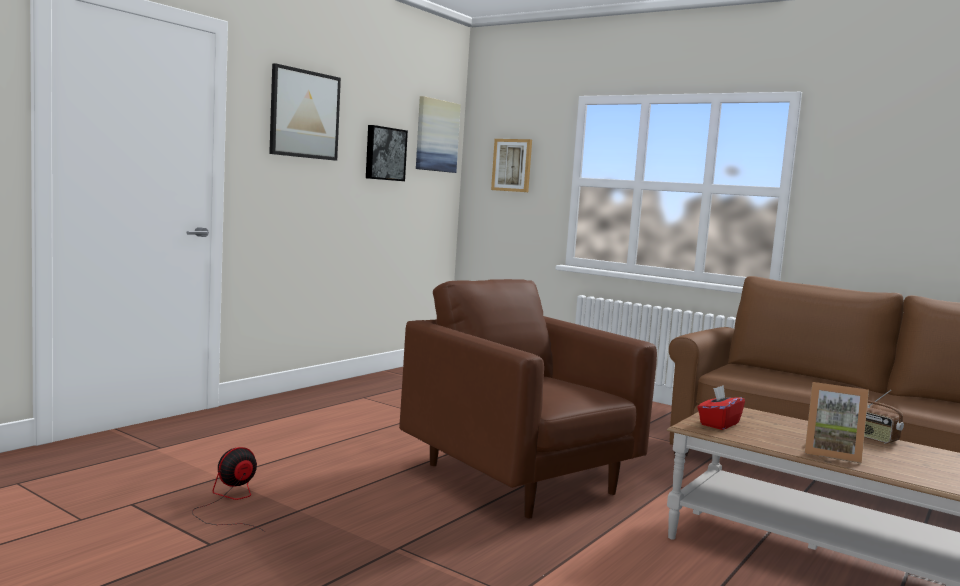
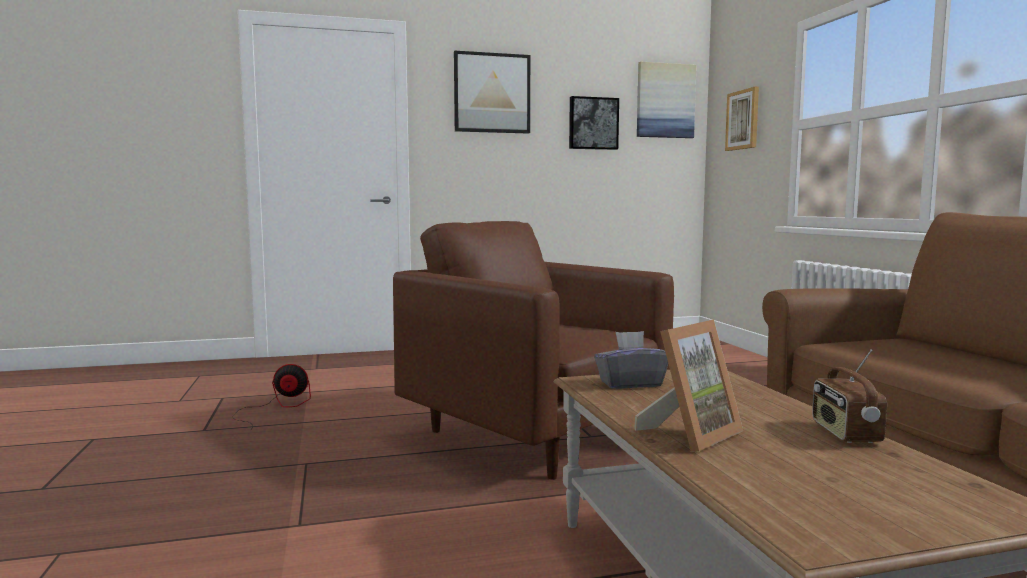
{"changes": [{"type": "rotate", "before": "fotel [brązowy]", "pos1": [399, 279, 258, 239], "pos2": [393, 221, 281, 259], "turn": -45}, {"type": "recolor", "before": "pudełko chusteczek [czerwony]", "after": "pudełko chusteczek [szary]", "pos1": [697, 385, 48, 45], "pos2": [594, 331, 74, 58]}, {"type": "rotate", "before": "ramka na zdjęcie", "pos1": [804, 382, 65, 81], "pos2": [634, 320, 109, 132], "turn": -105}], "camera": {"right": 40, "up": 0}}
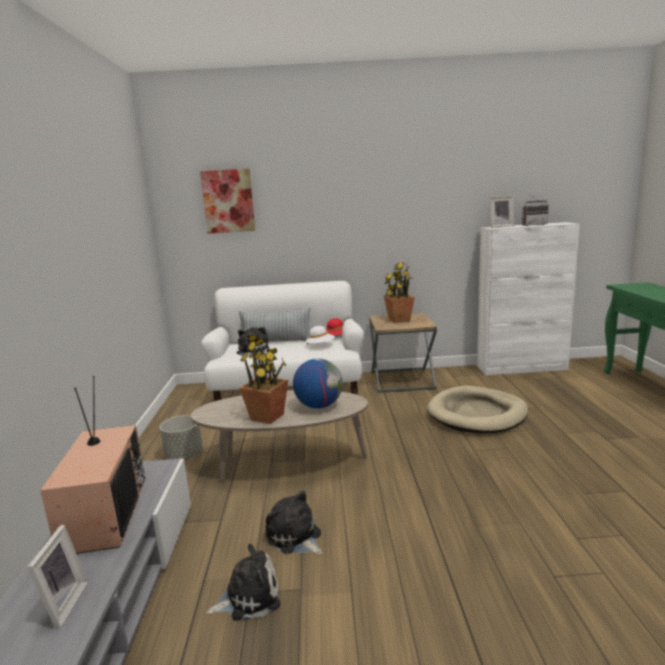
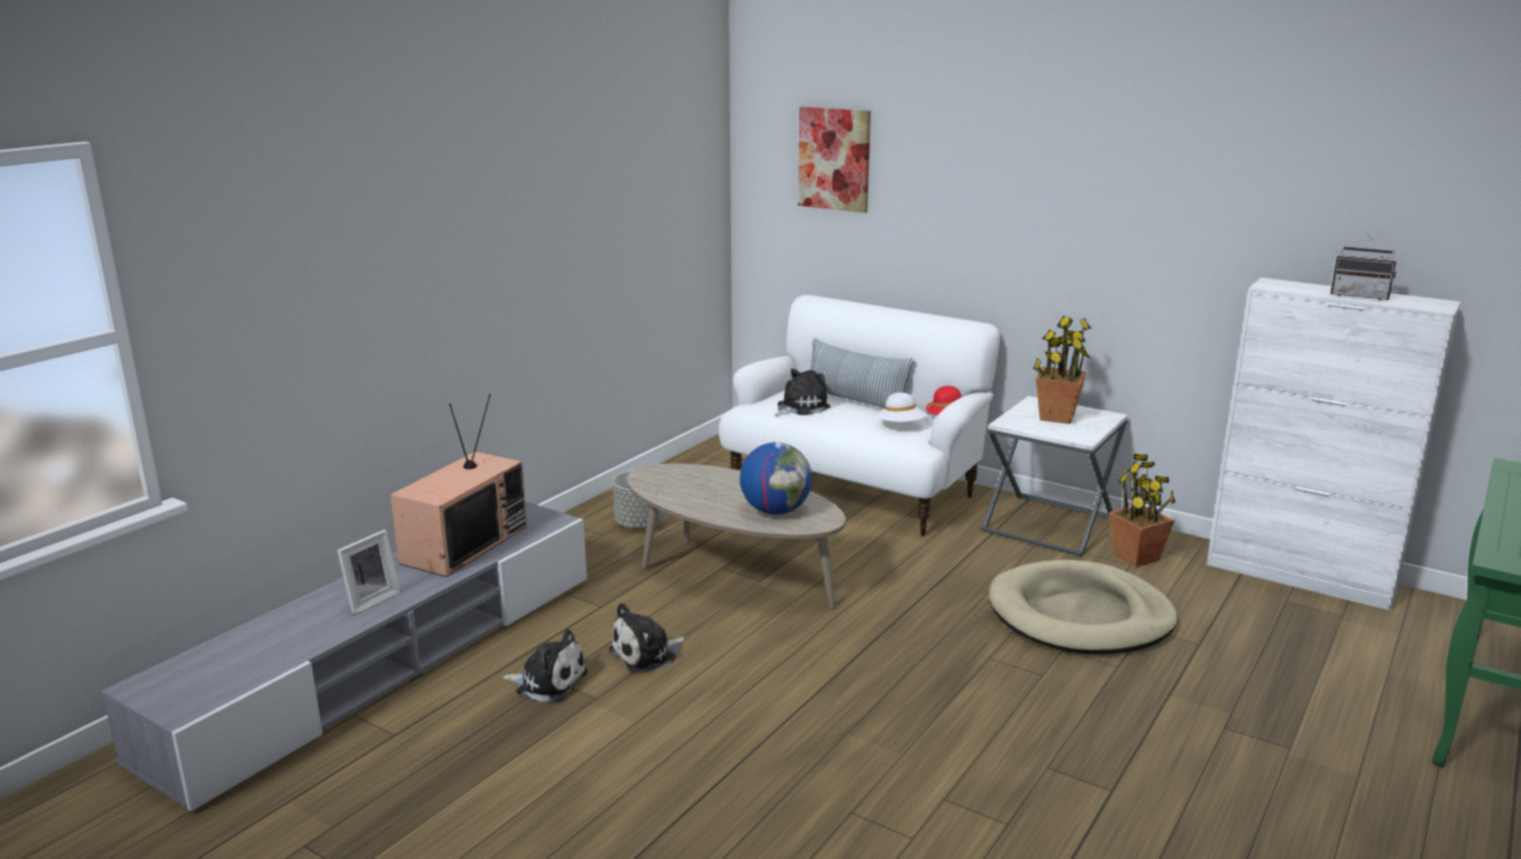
{"changes": [{"type": "rotate", "before": "pluszak", "pos1": [265, 490, 57, 64], "pos2": [609, 602, 76, 70], "turn": -120}, {"type": "recolor", "before": "stolik [brązowy]", "after": "stolik [biały]", "pos1": [369, 312, 68, 81], "pos2": [981, 396, 147, 161]}, {"type": "move", "before": "roślina doniczkowa", "pos1": [239, 335, 49, 89], "pos2": [1109, 454, 67, 113]}, {"type": "delete", "before": "ramka na zdjęcie", "pos1": [490, 196, 24, 32]}], "camera": {"right": 35, "up": 5}}
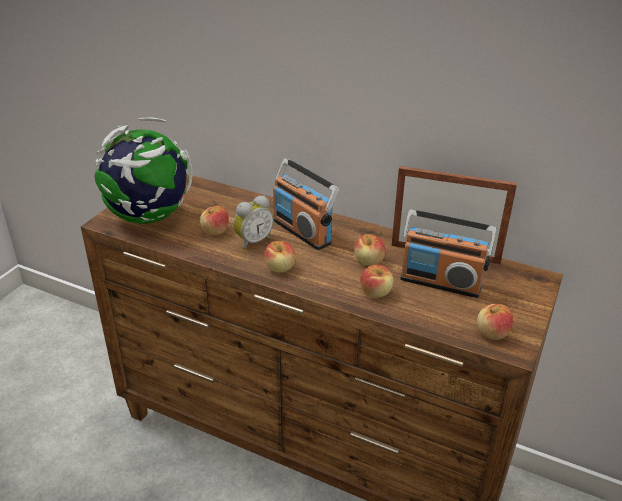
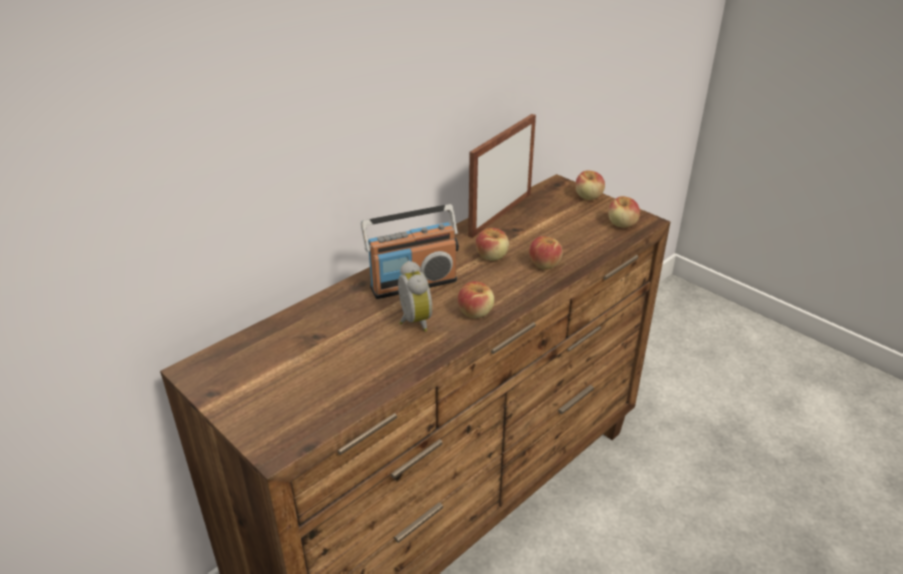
{"changes": [{"type": "move", "before": "jabłko", "pos1": [200, 206, 29, 30], "pos2": [575, 170, 30, 30]}, {"type": "delete", "before": "globus", "pos1": [94, 117, 99, 107]}, {"type": "delete", "before": "radio", "pos1": [400, 209, 97, 89]}], "camera": {"right": -70, "up": 0}}
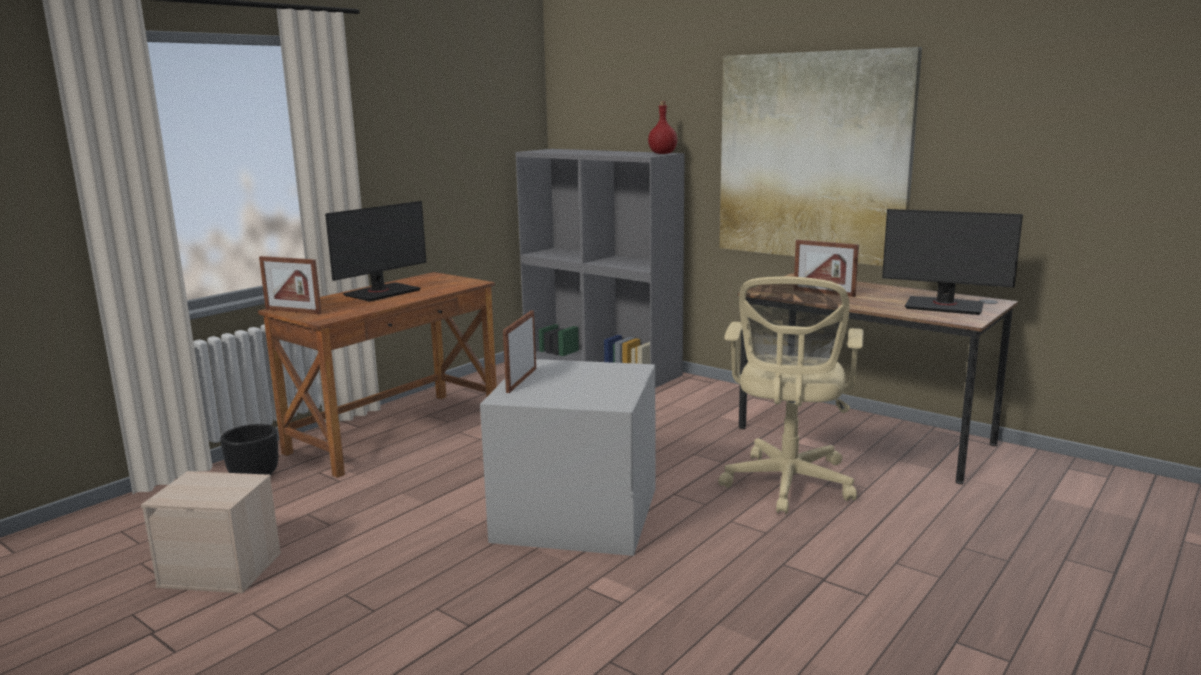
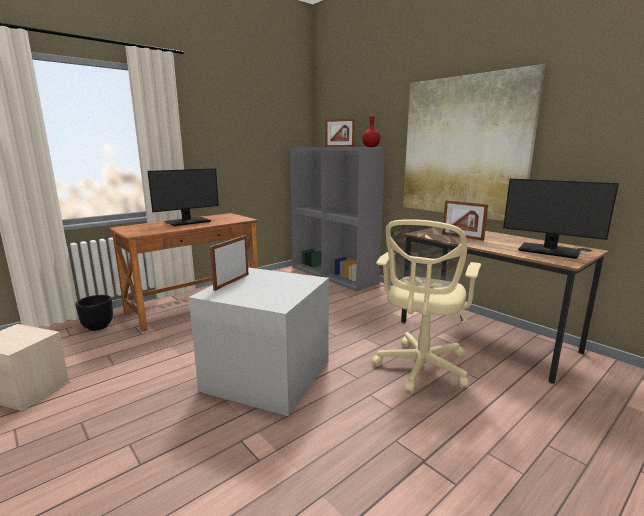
{"changes": [{"type": "move", "before": "ramka na zdjęcie", "pos1": [259, 256, 63, 58], "pos2": [325, 119, 30, 28]}], "camera": {"right": 10, "up": 0}}
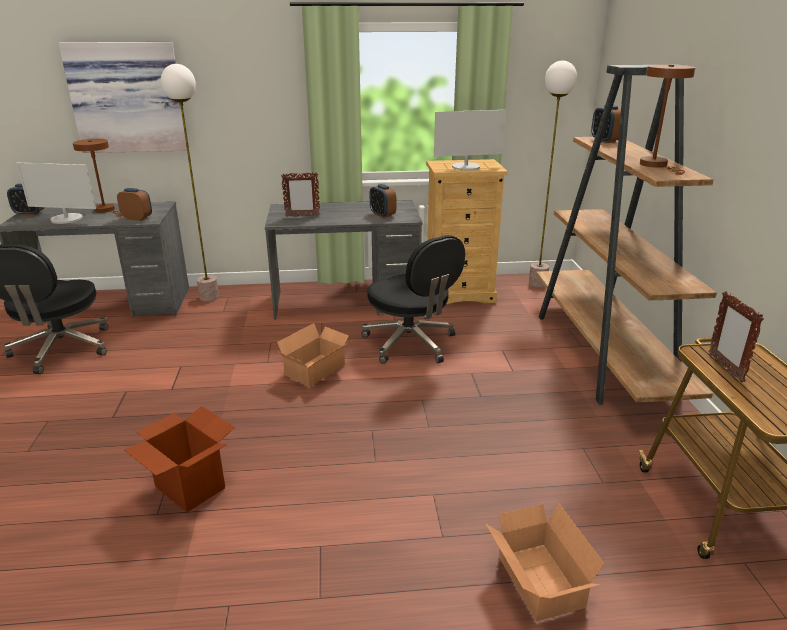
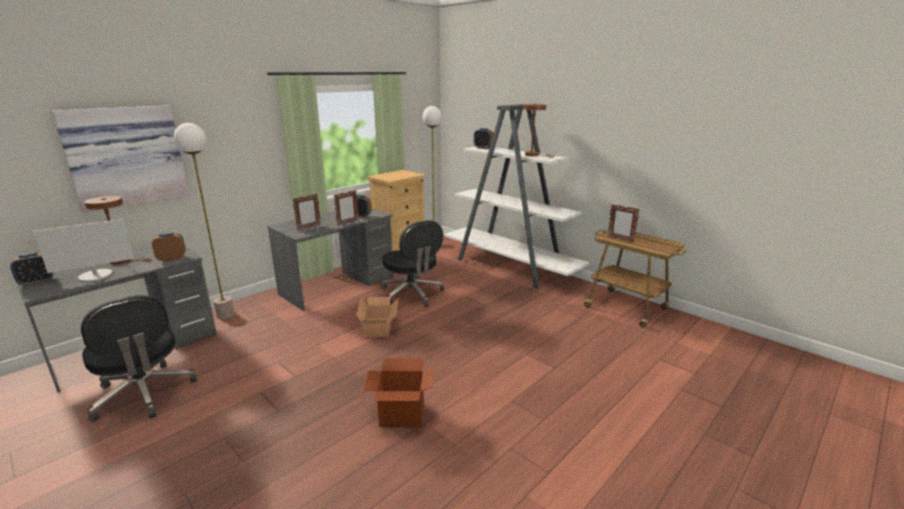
{"changes": [{"type": "insert", "after": "ramka na zdjęcie", "pos2": [334, 190, 25, 36]}, {"type": "rotate", "before": "krzesło biurowe [czarny]", "pos1": [361, 235, 104, 129], "pos2": [381, 220, 63, 87], "turn": 45}, {"type": "recolor", "before": "regał [brązowy]", "after": "regał [biały]", "pos1": [536, 65, 181, 340], "pos2": [444, 104, 145, 185]}, {"type": "delete", "before": "monitor", "pos1": [434, 110, 71, 61]}, {"type": "delete", "before": "karton", "pos1": [486, 504, 118, 118]}], "camera": {"right": -40, "up": -5}}
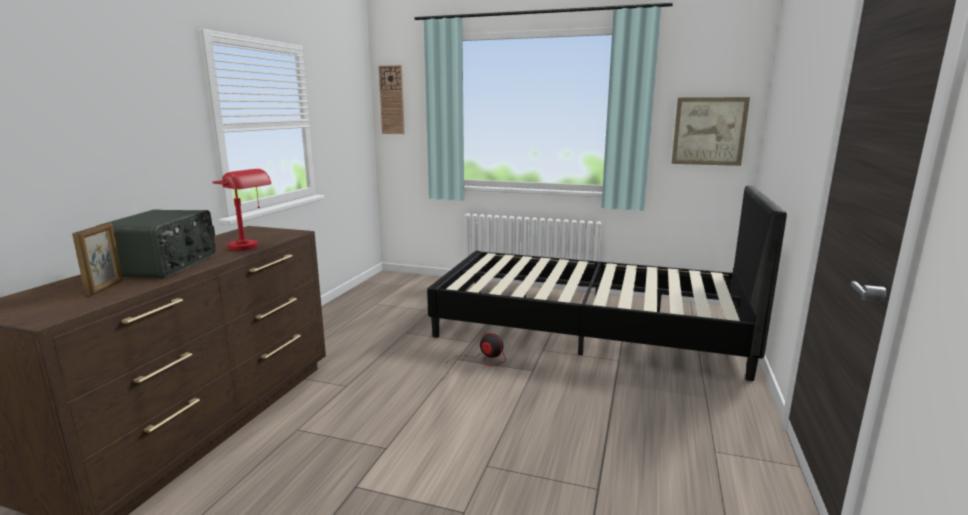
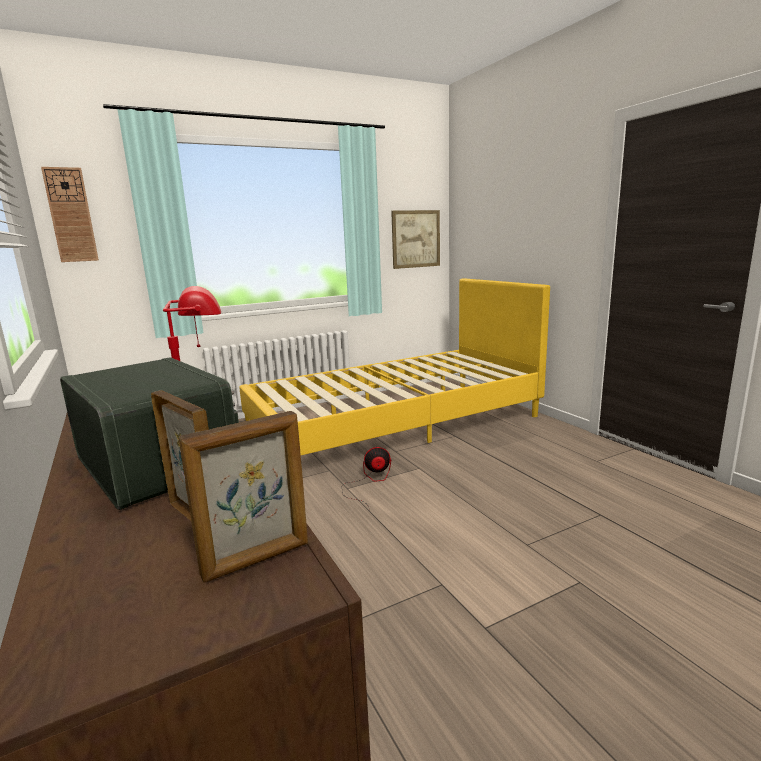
{"changes": [{"type": "insert", "after": "ramka na zdjęcie", "pos2": [179, 411, 129, 172]}, {"type": "recolor", "before": "łóżko [czarny]", "after": "łóżko [żółty]", "pos1": [427, 186, 360, 195], "pos2": [239, 278, 311, 177]}], "camera": {"right": -45, "up": 0}}
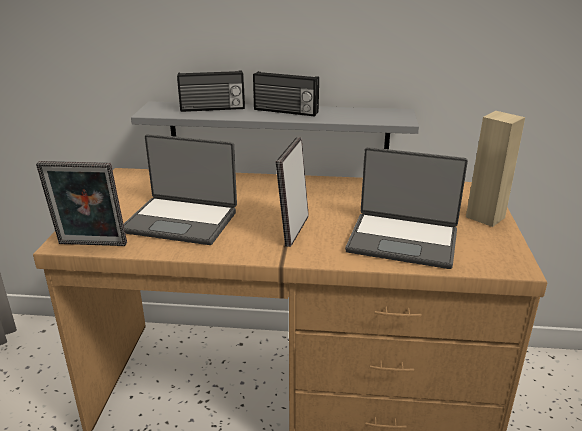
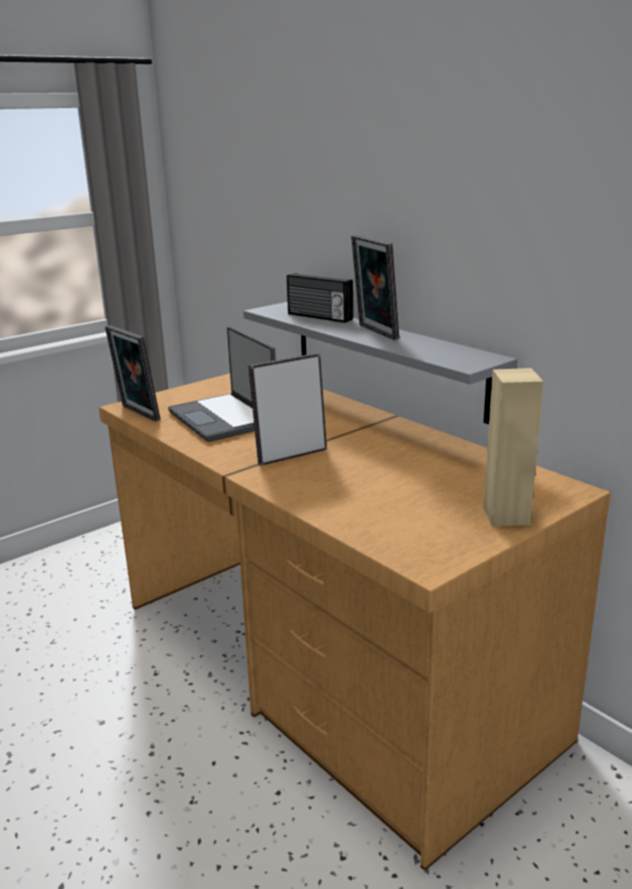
{"changes": [{"type": "replace", "before": "radio", "after": "ramka na zdjęcie", "pos1": [253, 71, 66, 45], "pos2": [351, 235, 48, 105]}, {"type": "delete", "before": "laptop", "pos1": [345, 147, 123, 122]}], "camera": {"right": 45, "up": -5}}
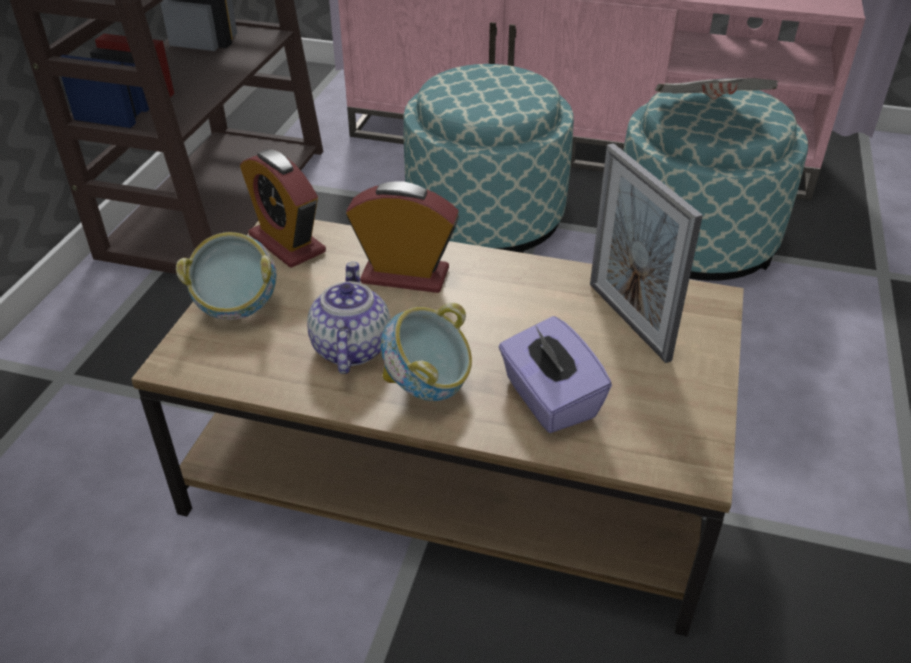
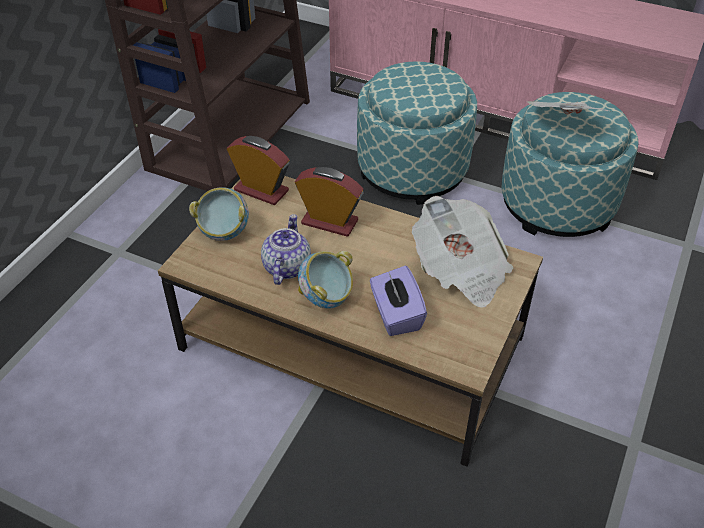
{"changes": [{"type": "rotate", "before": "budzik", "pos1": [240, 149, 86, 119], "pos2": [227, 136, 63, 69], "turn": 150}, {"type": "replace", "before": "ramka na zdjęcie", "after": "gazeta", "pos1": [590, 143, 113, 220], "pos2": [412, 196, 101, 111]}], "camera": {"right": 10, "up": 5}}
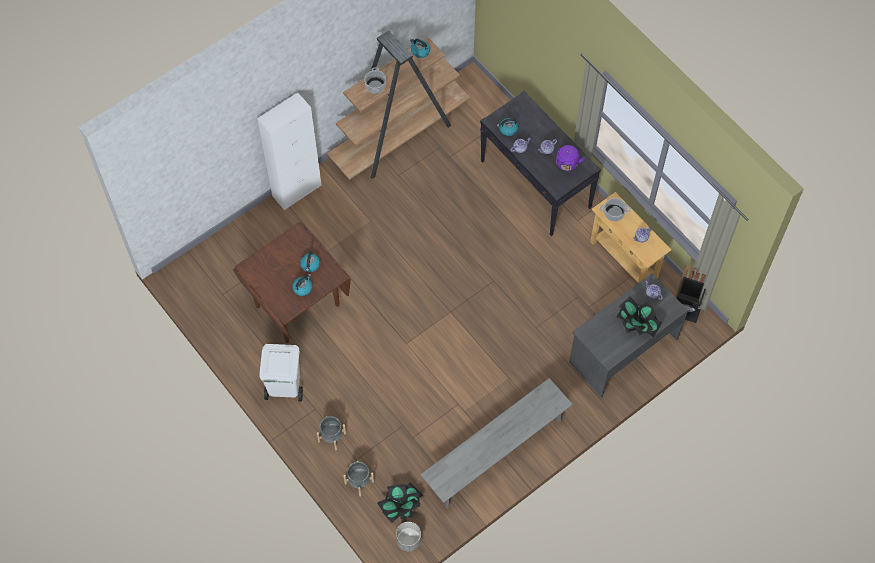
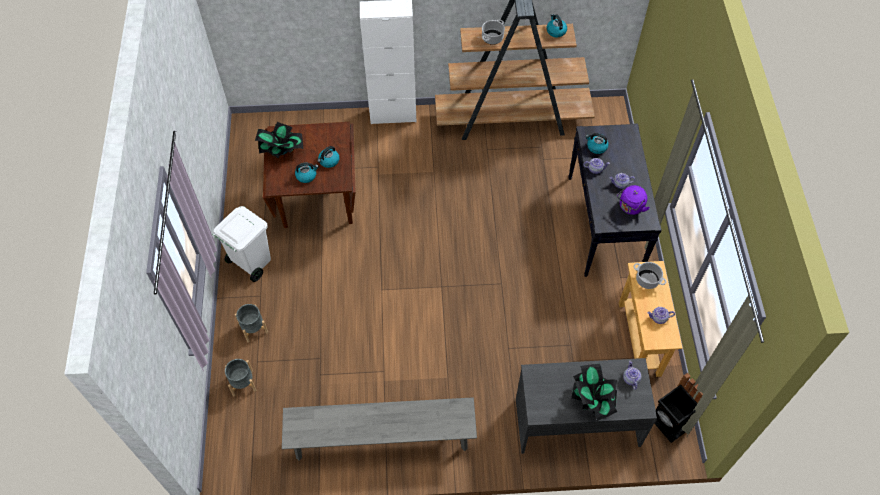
{"changes": [{"type": "move", "before": "roślina doniczkowa", "pos1": [377, 482, 46, 41], "pos2": [255, 122, 48, 36]}, {"type": "delete", "before": "donica [szary]", "pos1": [396, 522, 25, 29]}], "camera": {"right": 35, "up": -5}}
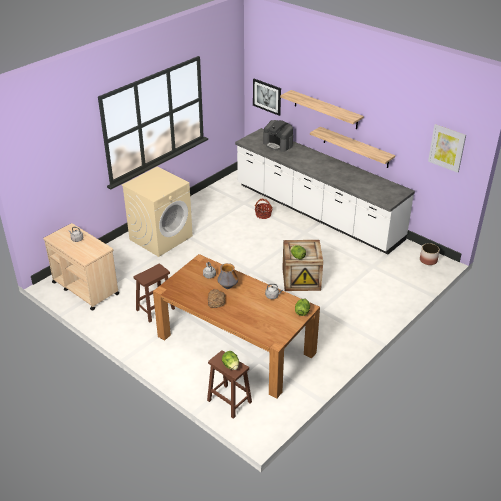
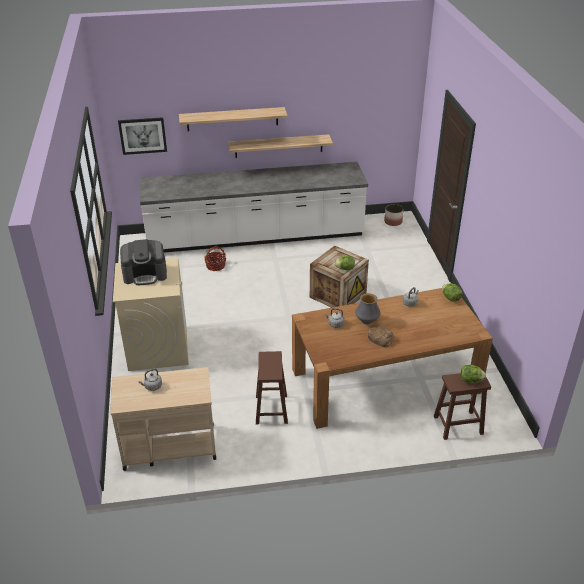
{"changes": [{"type": "move", "before": "ekspres do kawy", "pos1": [263, 120, 30, 32], "pos2": [120, 239, 47, 46]}, {"type": "delete", "before": "obraz", "pos1": [428, 124, 38, 49]}], "camera": {"right": -50, "up": 0}}
